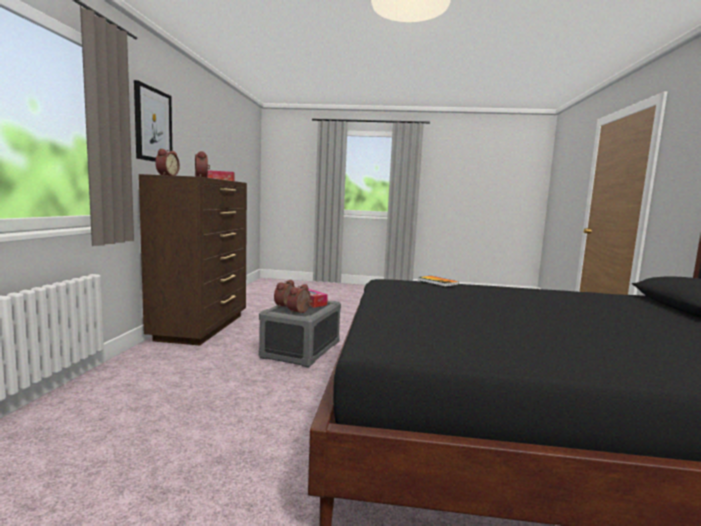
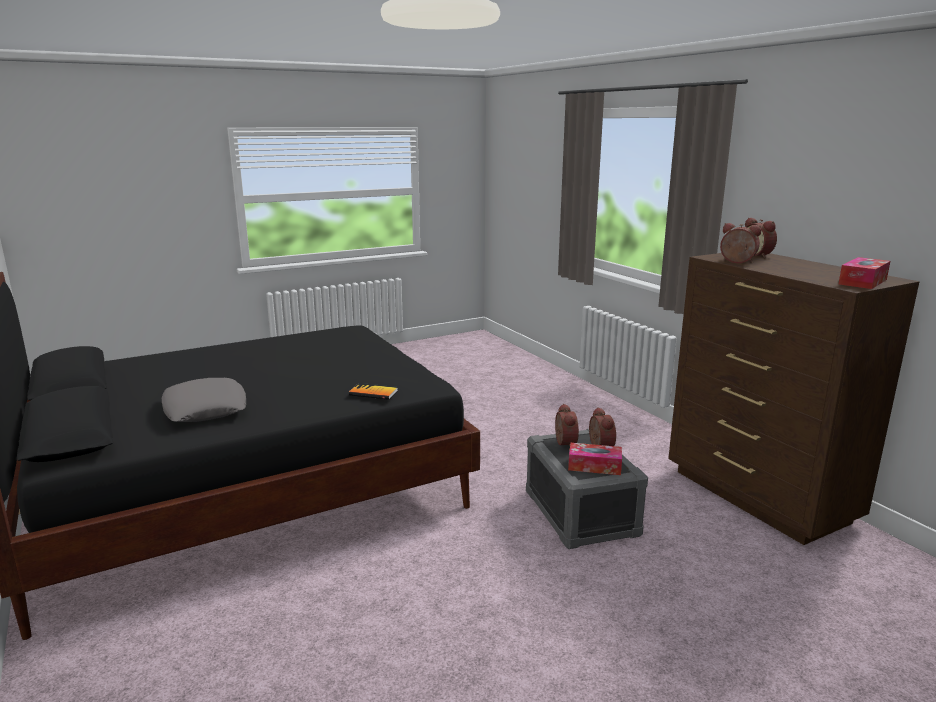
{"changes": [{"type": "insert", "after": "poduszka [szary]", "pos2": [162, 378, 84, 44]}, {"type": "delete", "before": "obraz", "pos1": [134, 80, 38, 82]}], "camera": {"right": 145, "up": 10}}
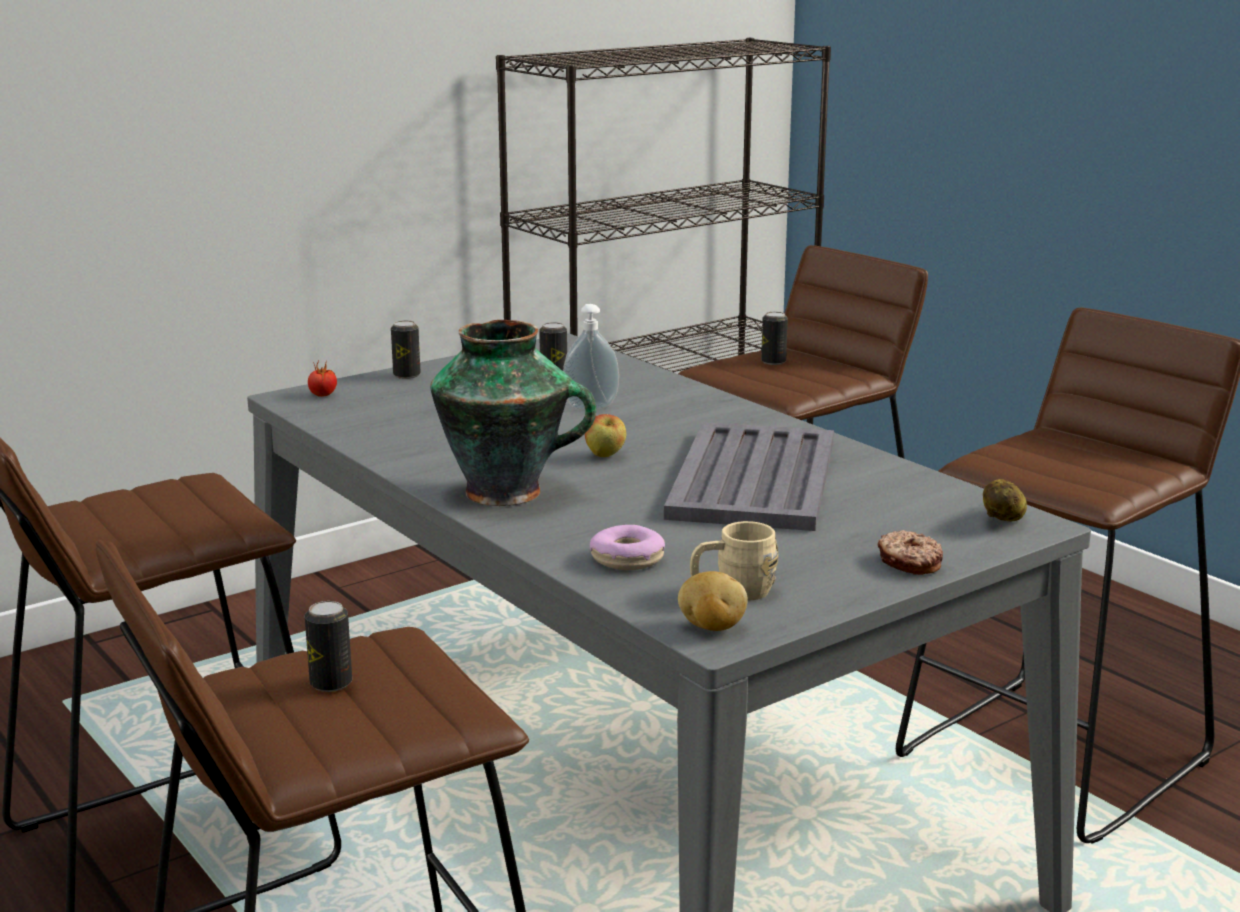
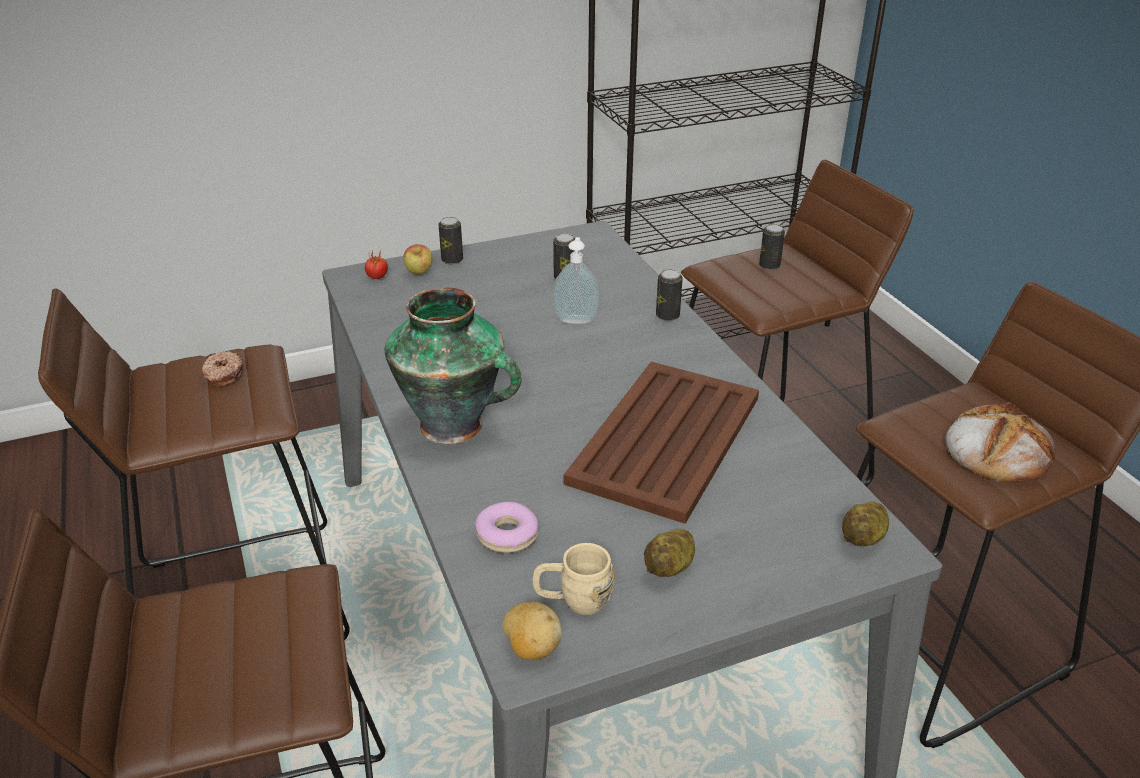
{"changes": [{"type": "move", "before": "donut", "pos1": [877, 530, 66, 45], "pos2": [202, 351, 41, 35]}, {"type": "move", "before": "jabłko", "pos1": [585, 414, 41, 43], "pos2": [403, 244, 30, 31]}, {"type": "recolor", "before": "taca [szary]", "after": "taca [brązowy]", "pos1": [664, 422, 170, 109], "pos2": [563, 362, 196, 162]}, {"type": "insert", "after": "ziemniak", "pos2": [644, 529, 51, 48]}, {"type": "move", "before": "puszka", "pos1": [305, 601, 47, 91], "pos2": [656, 269, 27, 52]}, {"type": "insert", "after": "chleb", "pos2": [945, 402, 110, 81]}], "camera": {"right": 15, "up": 15}}
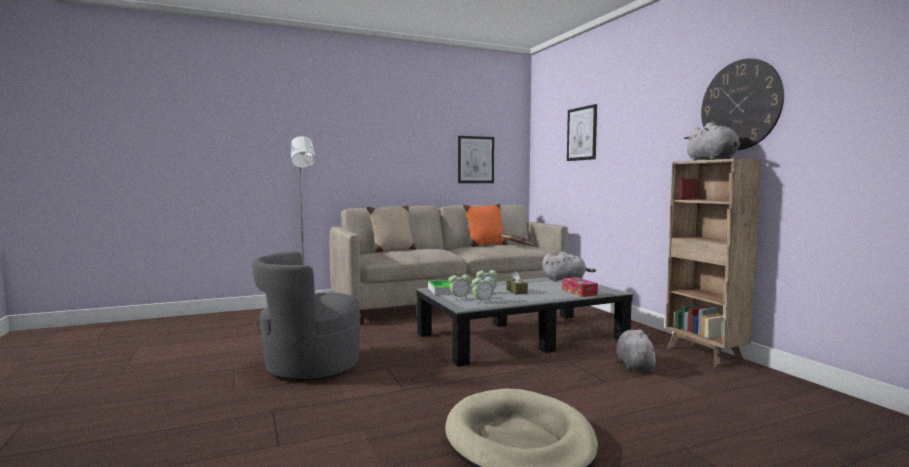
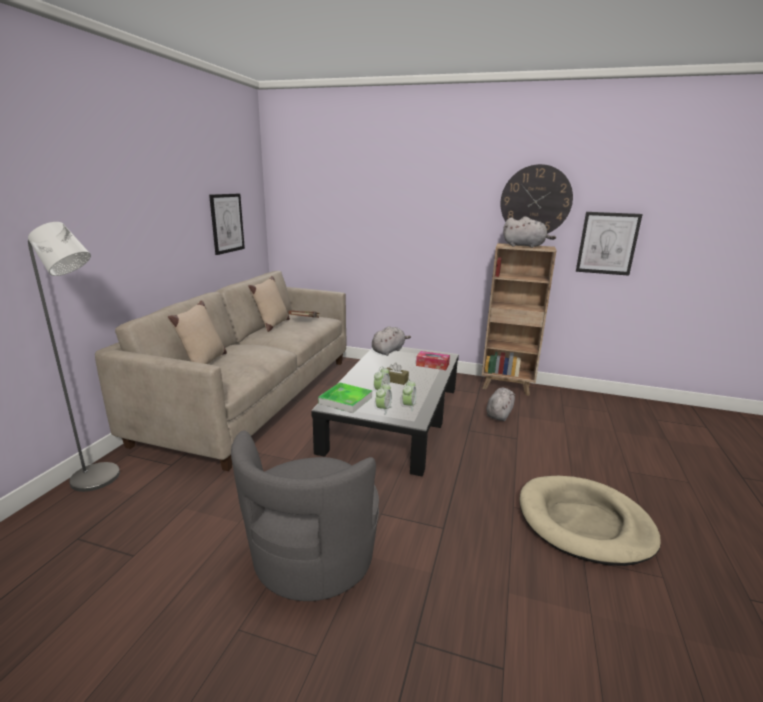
{"changes": [{"type": "recolor", "before": "poduszka [pomarańczowy]", "after": "poduszka [beżowy]", "pos1": [463, 204, 45, 43], "pos2": [248, 276, 42, 56]}, {"type": "rotate", "before": "pluszak [szary]", "pos1": [617, 329, 41, 42], "pos2": [486, 388, 29, 33], "turn": 75}, {"type": "move", "before": "obraz", "pos1": [567, 104, 30, 57], "pos2": [576, 212, 67, 64]}], "camera": {"right": -50, "up": 15}}
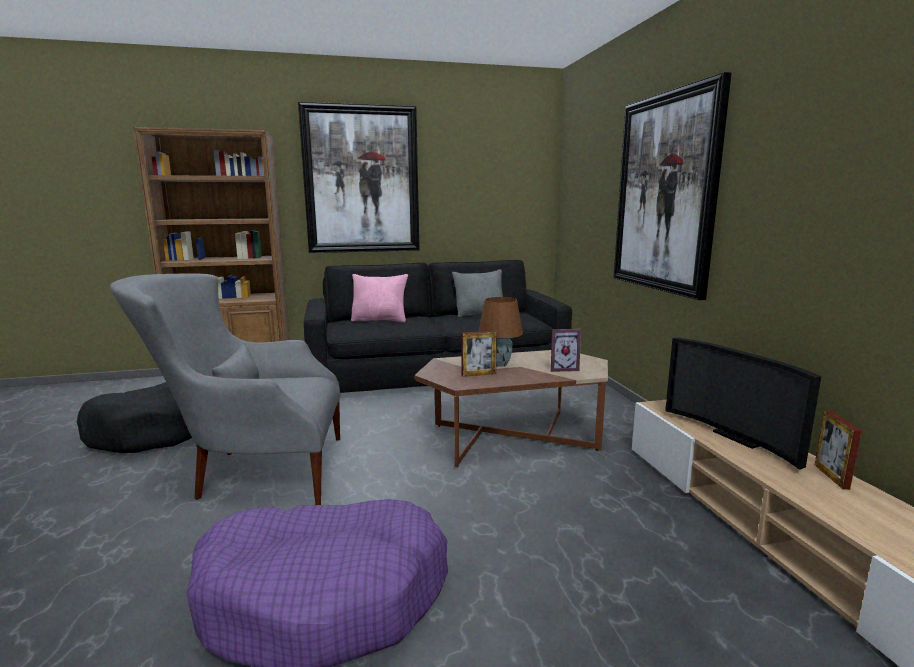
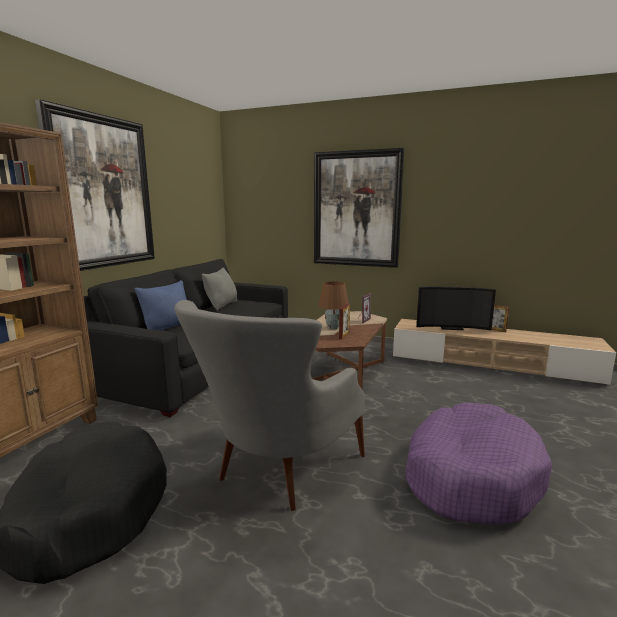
{"changes": [{"type": "recolor", "before": "poduszka [różowy]", "after": "poduszka [niebieski]", "pos1": [351, 274, 57, 48], "pos2": [135, 280, 52, 51]}], "camera": {"right": -55, "up": 0}}
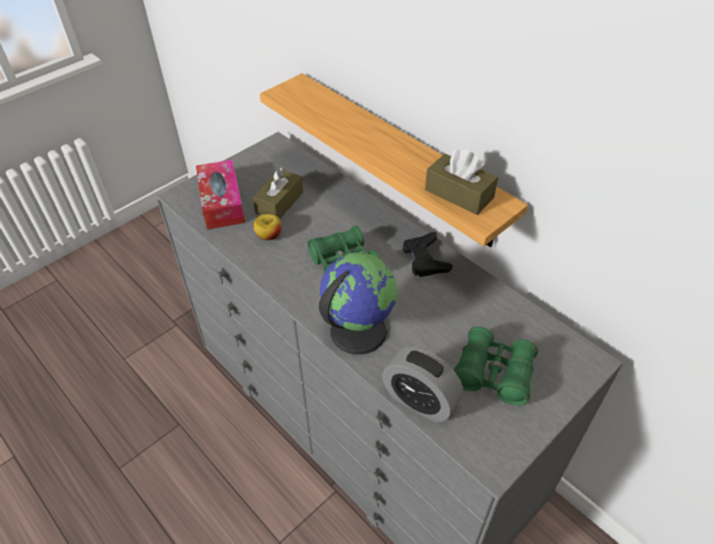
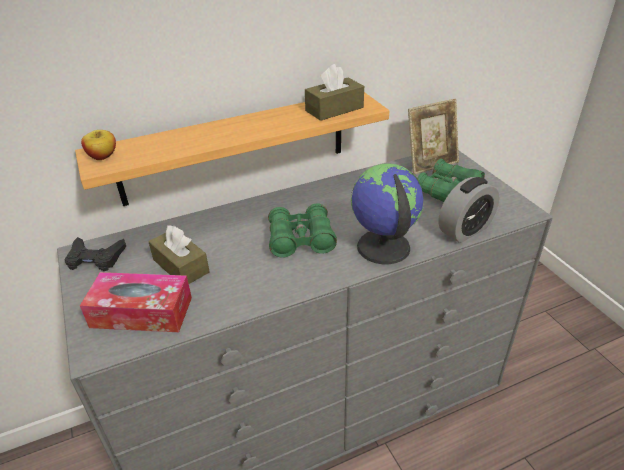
{"changes": [{"type": "move", "before": "pad do gier [czarny]", "pos1": [403, 232, 50, 45], "pos2": [65, 237, 61, 34]}, {"type": "move", "before": "jabłko", "pos1": [253, 214, 29, 26], "pos2": [81, 130, 35, 30]}, {"type": "insert", "after": "ramka na zdjęcie", "pos2": [408, 99, 51, 76]}], "camera": {"right": -70, "up": -10}}
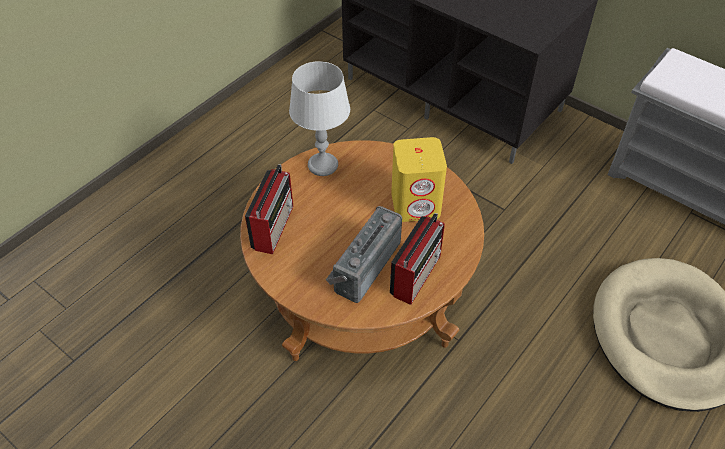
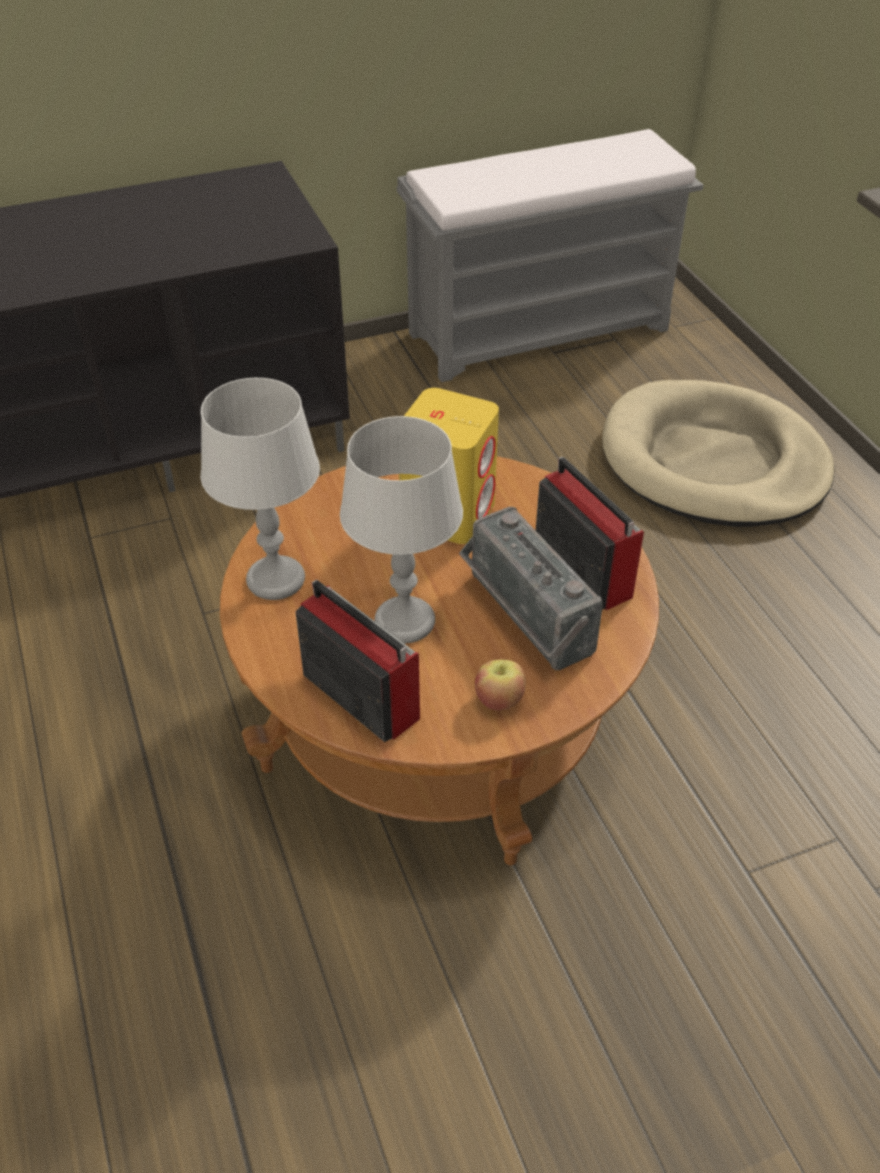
{"changes": [{"type": "insert", "after": "lampa stołowa [szary]", "pos2": [340, 416, 123, 227]}, {"type": "insert", "after": "jabłko", "pos2": [475, 659, 51, 52]}], "camera": {"right": -60, "up": -5}}
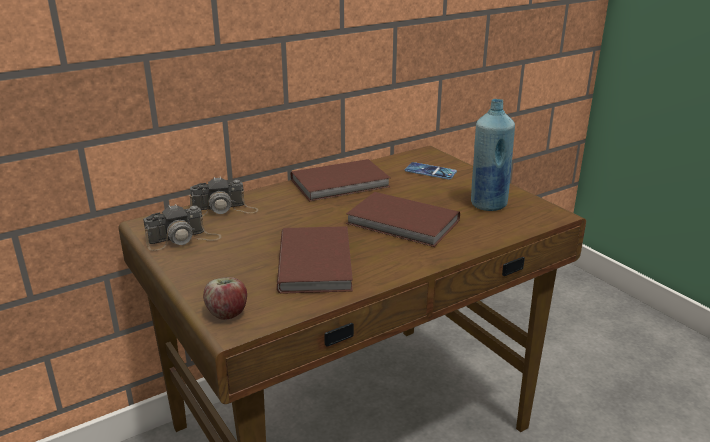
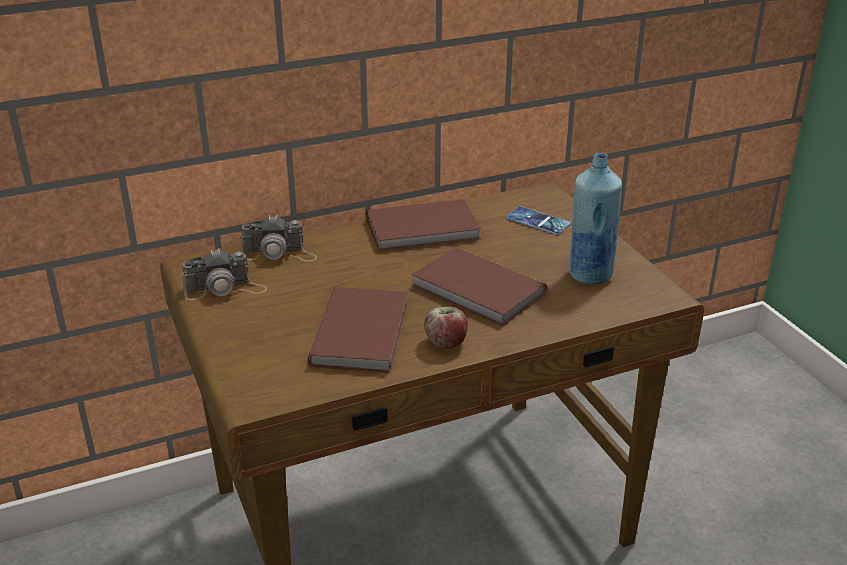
{"changes": [{"type": "move", "before": "jabłko", "pos1": [203, 277, 44, 43], "pos2": [424, 307, 44, 42]}], "camera": {"right": 10, "up": 5}}
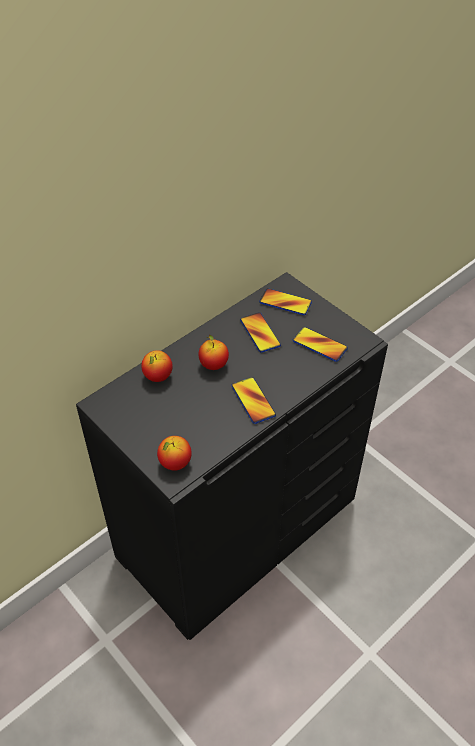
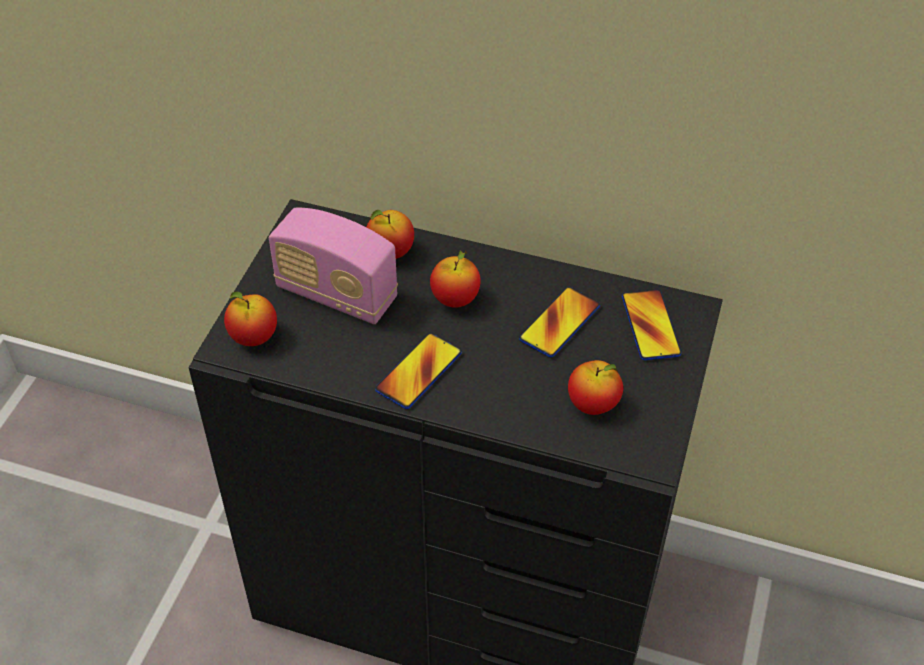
{"changes": [{"type": "insert", "after": "radio", "pos2": [269, 208, 129, 116]}, {"type": "replace", "before": "telefon", "after": "jabłko", "pos1": [293, 327, 55, 35], "pos2": [568, 360, 55, 55]}], "camera": {"right": 60, "up": 0}}
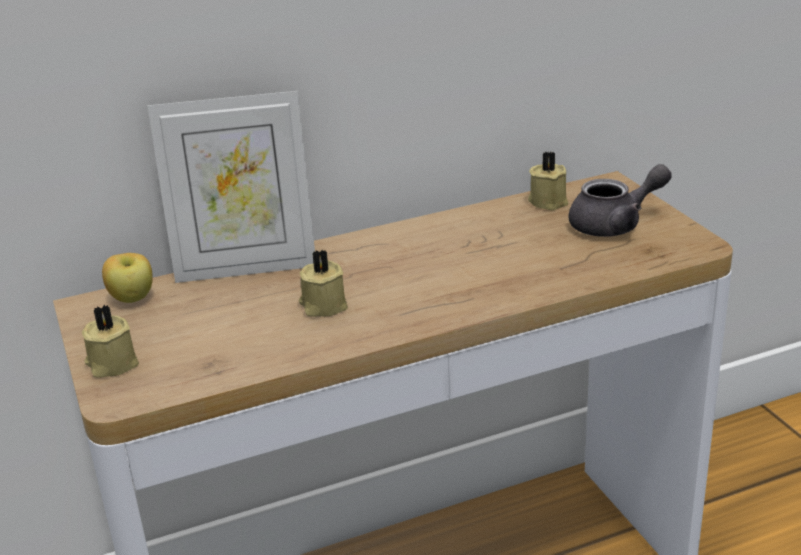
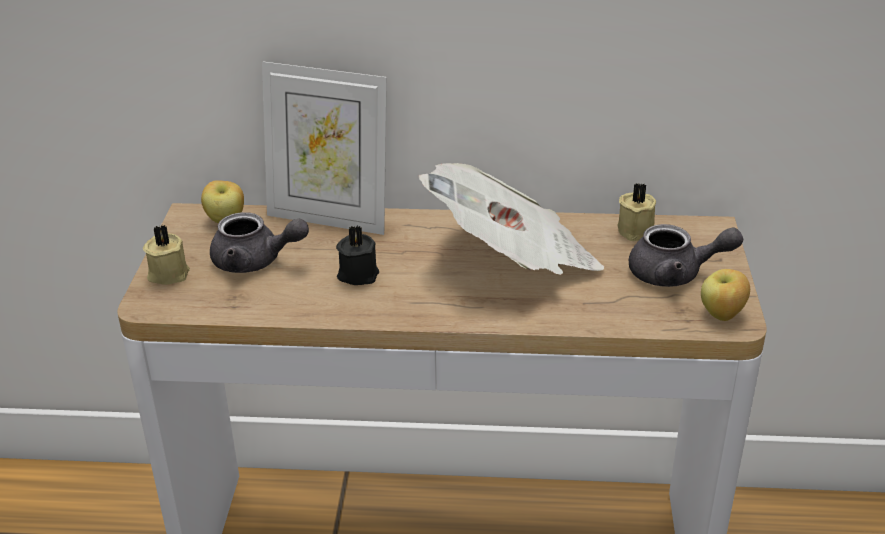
{"changes": [{"type": "insert", "after": "imbryk [szary]", "pos2": [210, 212, 99, 61]}, {"type": "recolor", "before": "świeca [beżowy]", "after": "świeca [czarny]", "pos1": [299, 249, 49, 68], "pos2": [336, 225, 43, 60]}, {"type": "insert", "after": "gazeta", "pos2": [418, 163, 186, 112]}, {"type": "insert", "after": "jabłko", "pos2": [701, 269, 49, 52]}], "camera": {"right": 25, "up": 5}}
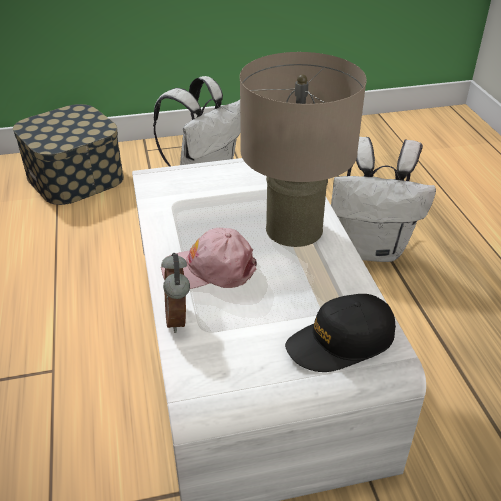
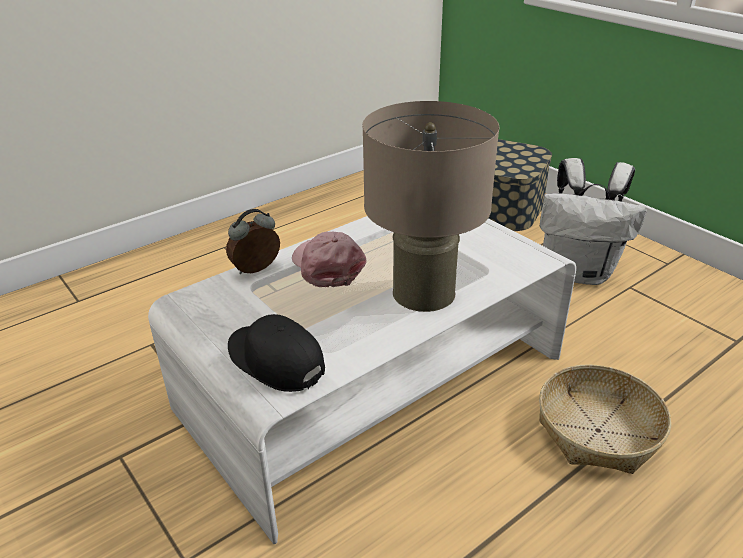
{"changes": [{"type": "replace", "before": "plecak [biały]", "after": "koszyk", "pos1": [331, 137, 105, 125], "pos2": [539, 364, 132, 110]}], "camera": {"right": 65, "up": -5}}
